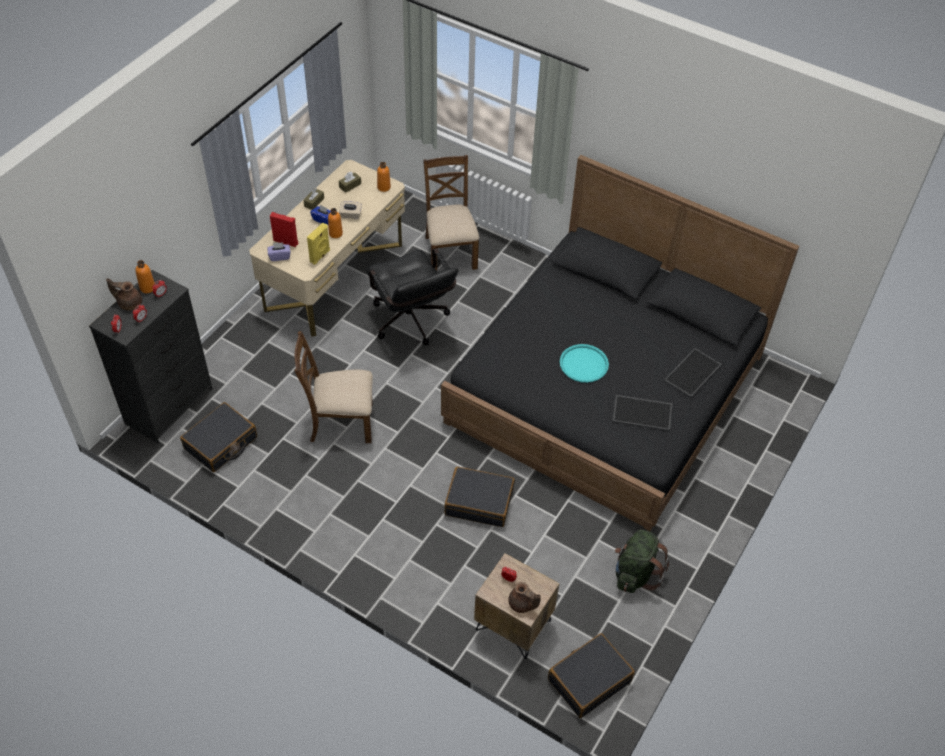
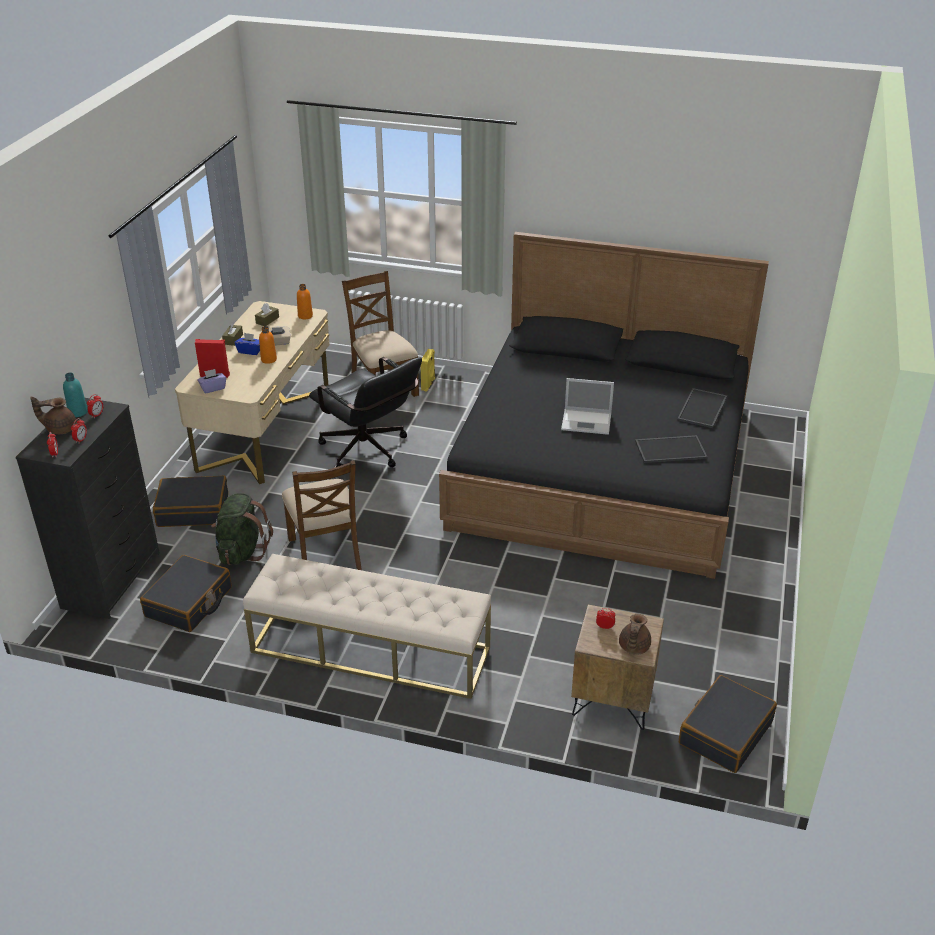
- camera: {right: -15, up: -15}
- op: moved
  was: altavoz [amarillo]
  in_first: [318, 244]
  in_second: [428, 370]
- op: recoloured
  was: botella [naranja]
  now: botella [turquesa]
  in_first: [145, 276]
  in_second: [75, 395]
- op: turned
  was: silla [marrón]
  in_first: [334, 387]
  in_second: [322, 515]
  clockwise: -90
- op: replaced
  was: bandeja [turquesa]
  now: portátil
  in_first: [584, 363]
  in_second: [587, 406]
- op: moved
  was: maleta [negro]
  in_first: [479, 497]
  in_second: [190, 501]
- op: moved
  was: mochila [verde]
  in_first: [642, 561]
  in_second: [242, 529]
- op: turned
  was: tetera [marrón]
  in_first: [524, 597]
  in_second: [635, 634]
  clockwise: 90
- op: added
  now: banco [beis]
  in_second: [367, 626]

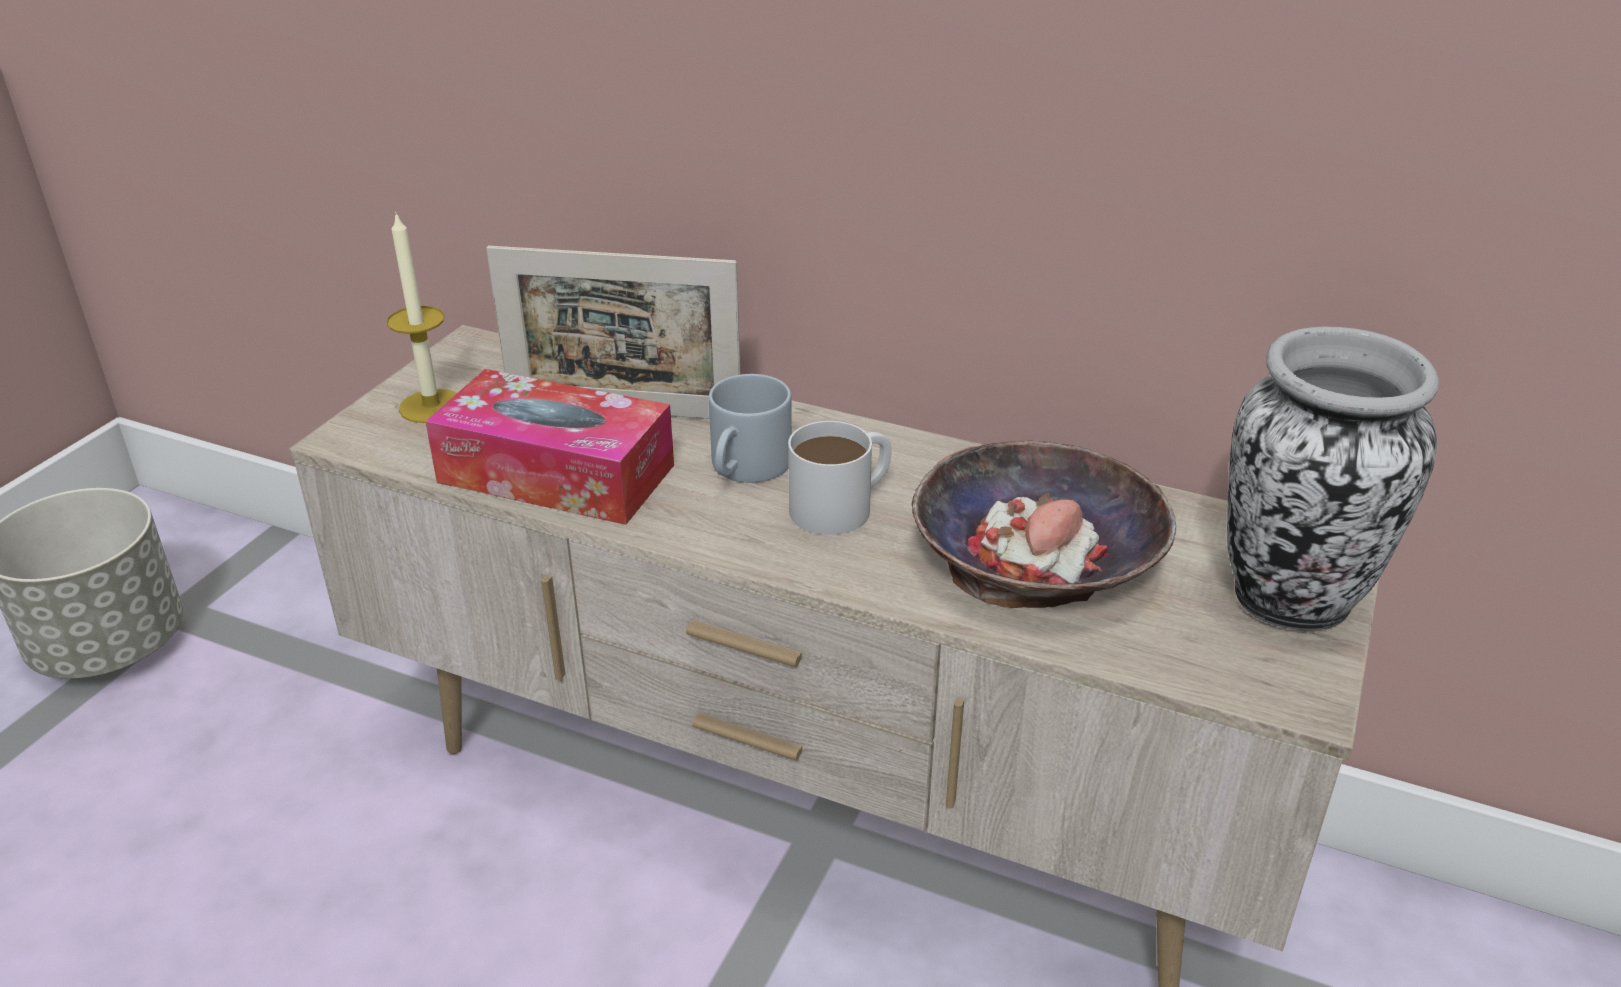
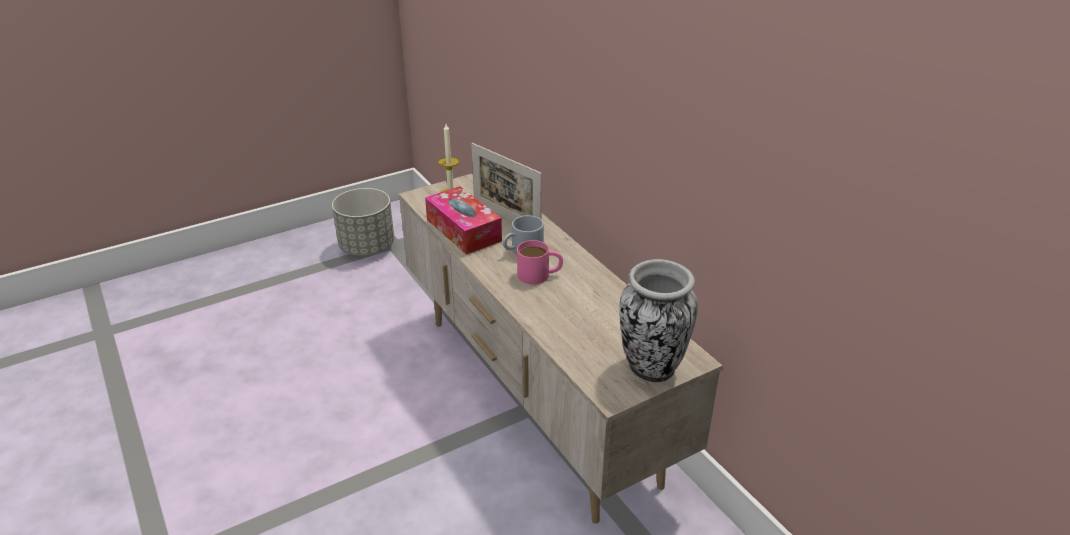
- camera: {right: 35, up: 0}
- op: recoloured
  was: taza grande [blanco]
  now: taza grande [rosa]
  in_first: [840, 478]
  in_second: [540, 262]
- op: removed
  was: cuenco
  in_first: [1043, 524]

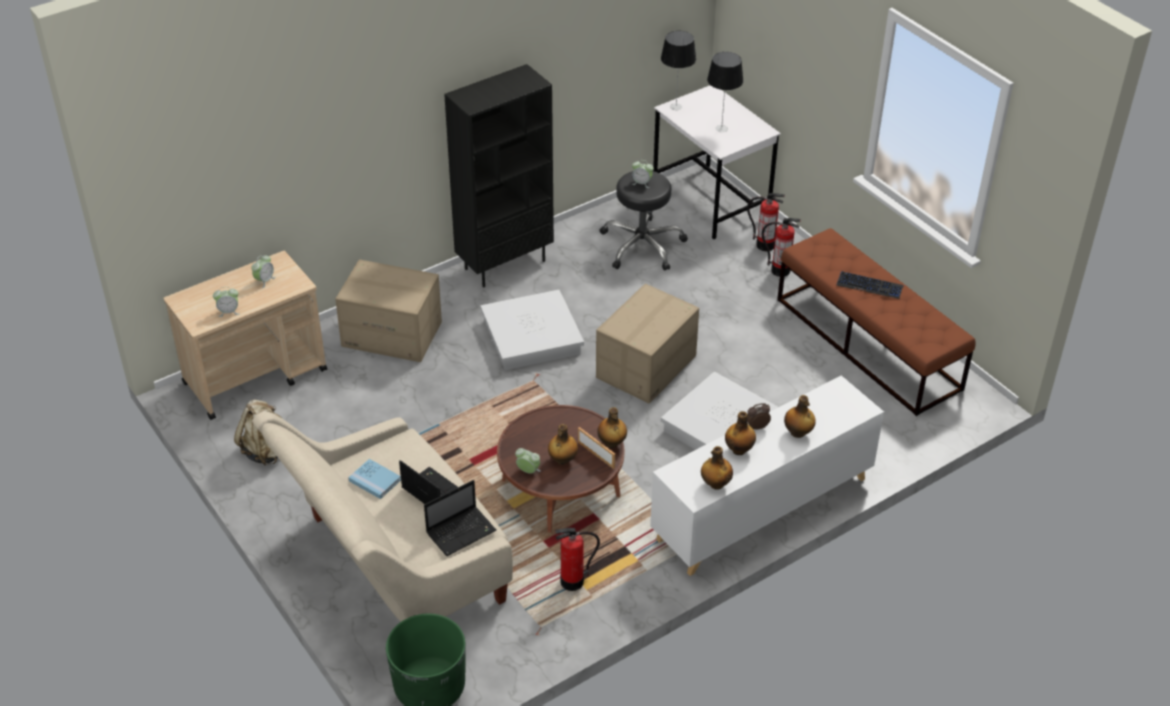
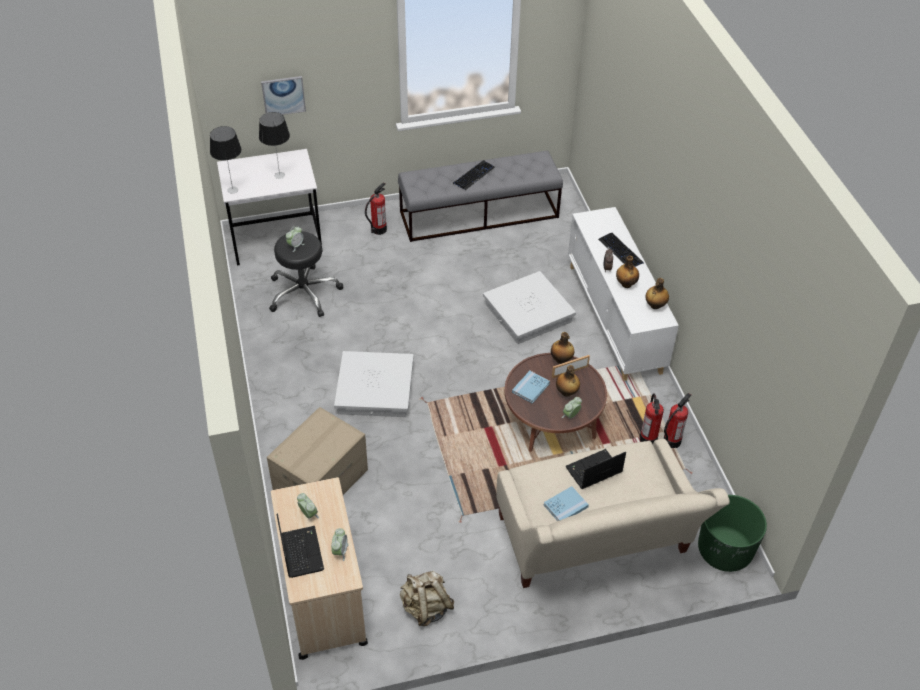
- camera: {right: -70, up: 5}
- op: removed
  was: estantería [negro]
  in_first: [499, 176]
- op: moved
  was: extintor
  in_first: [766, 222]
  in_second: [677, 420]
- op: recoloured
  was: banco [marrón]
  now: banco [gris]
  in_first: [876, 322]
  in_second: [480, 196]
- op: removed
  was: caja de cartón
  in_first: [647, 344]
- op: replaced
  was: botella
  now: teclado
  in_first: [800, 416]
  in_second: [620, 249]
- op: moved
  was: portátil
  in_first: [460, 518]
  in_second: [300, 546]
- op: added
  now: cuadro
  in_second: [283, 95]
- op: added
  now: libro [azul]
  in_second: [531, 387]

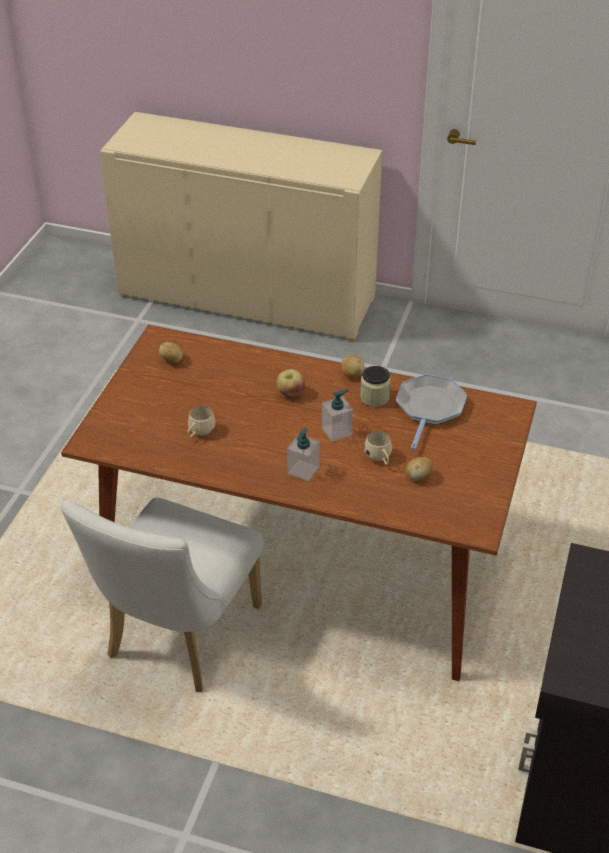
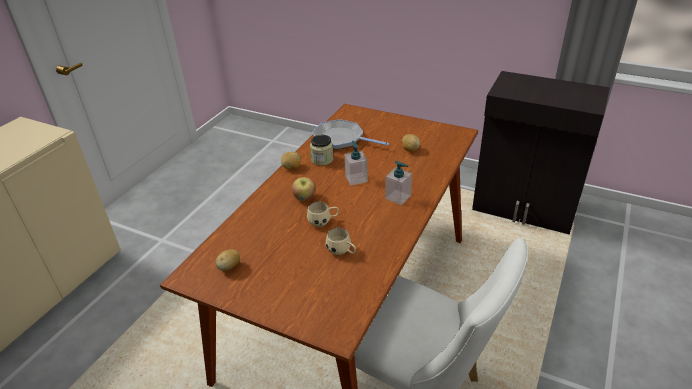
- camera: {right: -80, up: -5}
- op: moved
  was: taza grande [beis]
  in_first: [378, 448]
  in_second: [323, 214]

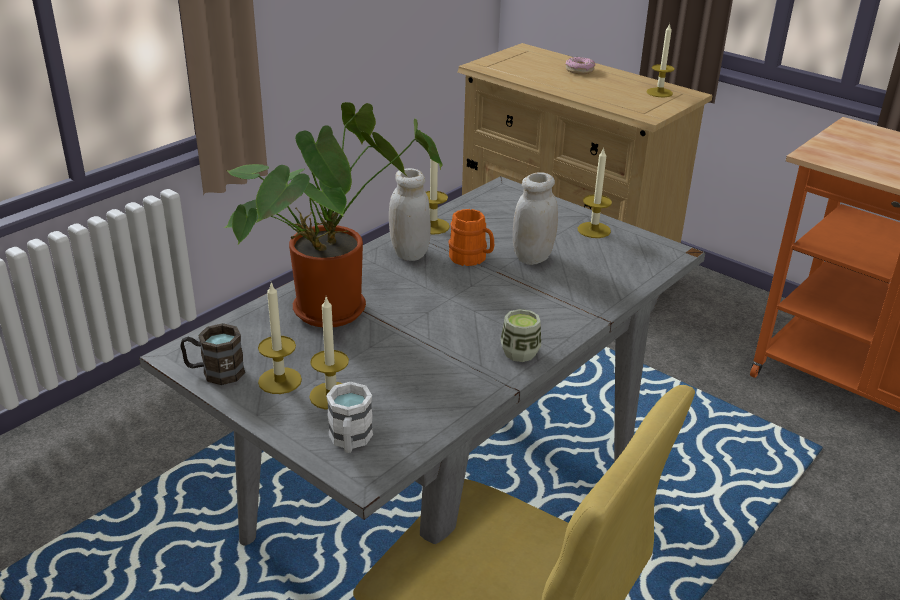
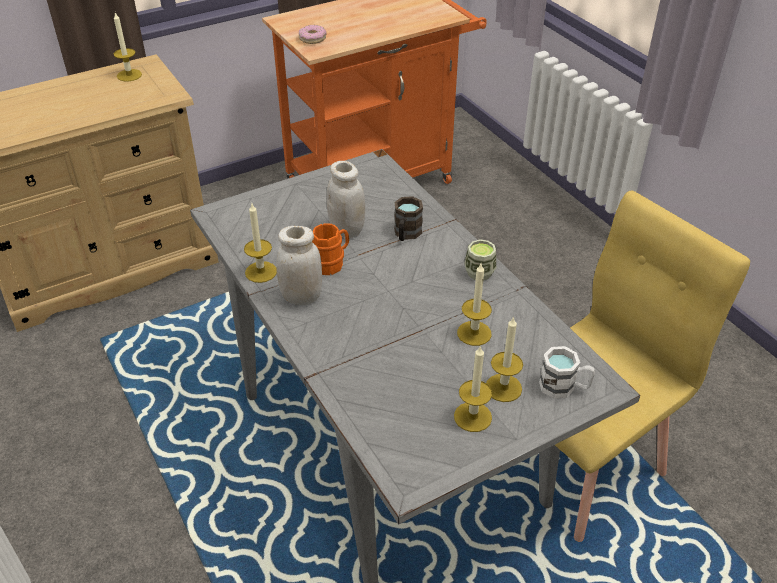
- camera: {right: -70, up: 10}
- op: moved
  was: rosquilla
  in_first: [580, 65]
  in_second: [313, 34]
- op: removed
  was: planta en maceta
  in_first: [333, 214]
- op: moved
  was: vela
  in_first: [595, 192]
  in_second: [474, 304]
- op: moved
  was: taza grande [marrón]
  in_first: [212, 354]
  in_second: [408, 218]

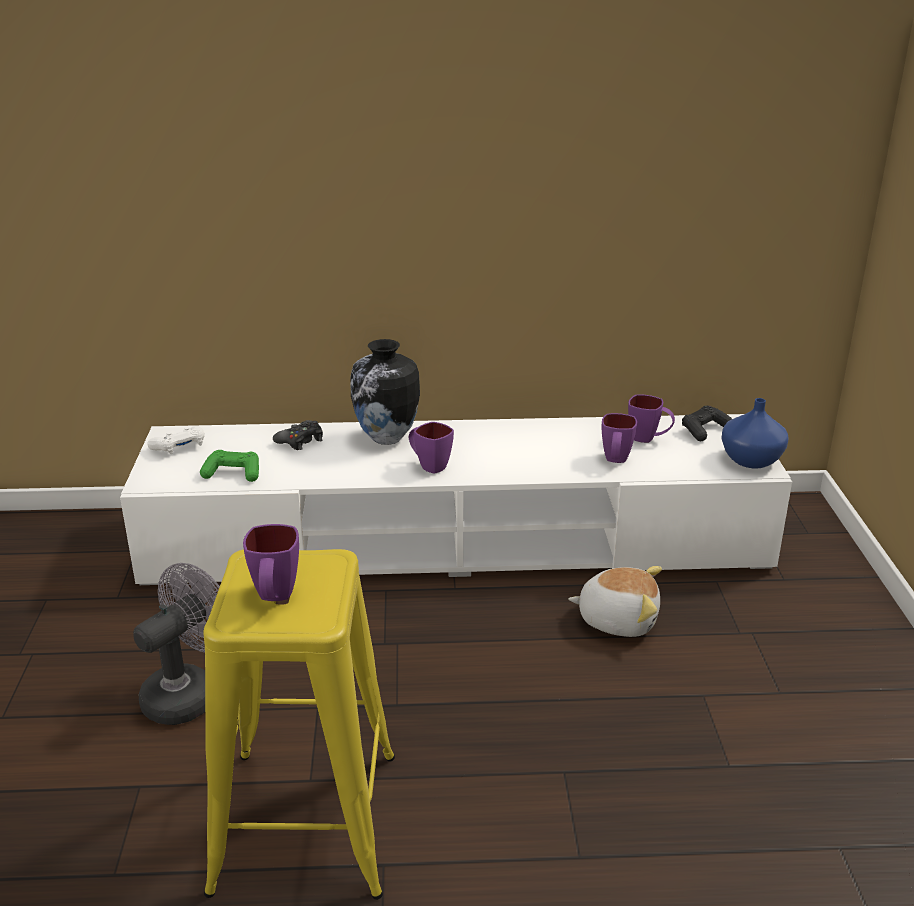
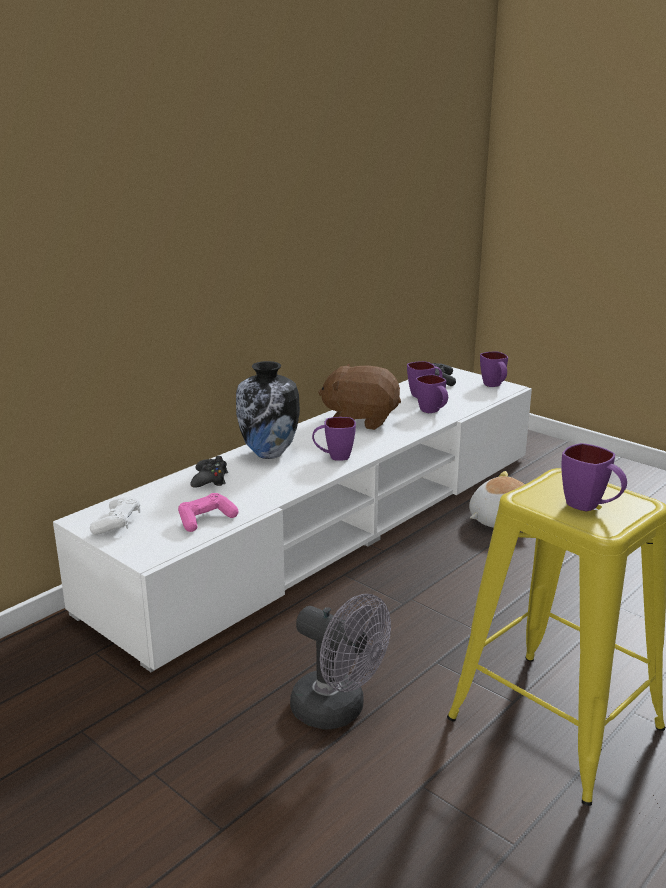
- camera: {right: -45, up: -5}
- op: replaced
  was: florero [azul]
  now: taza grande [morado]
  in_first: [755, 433]
  in_second: [494, 369]
- op: recoloured
  was: mando de consola [verde]
  now: mando de consola [rosa]
  in_first: [229, 466]
  in_second: [208, 512]
- op: turned
  was: ventilador [gris]
  in_first: [176, 644]
  in_second: [340, 662]
  clockwise: 135
- op: added
  now: peluche [marrón]
  in_second: [359, 397]

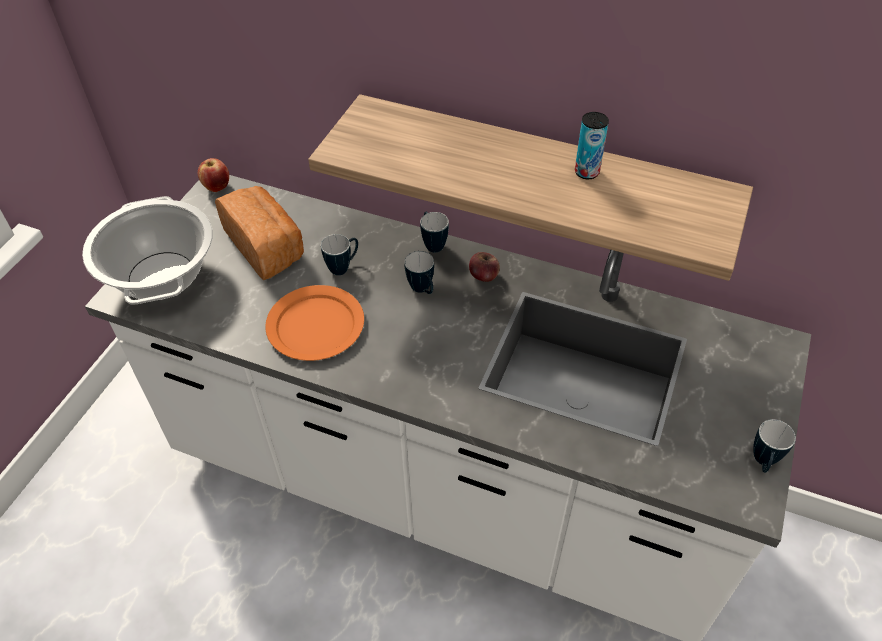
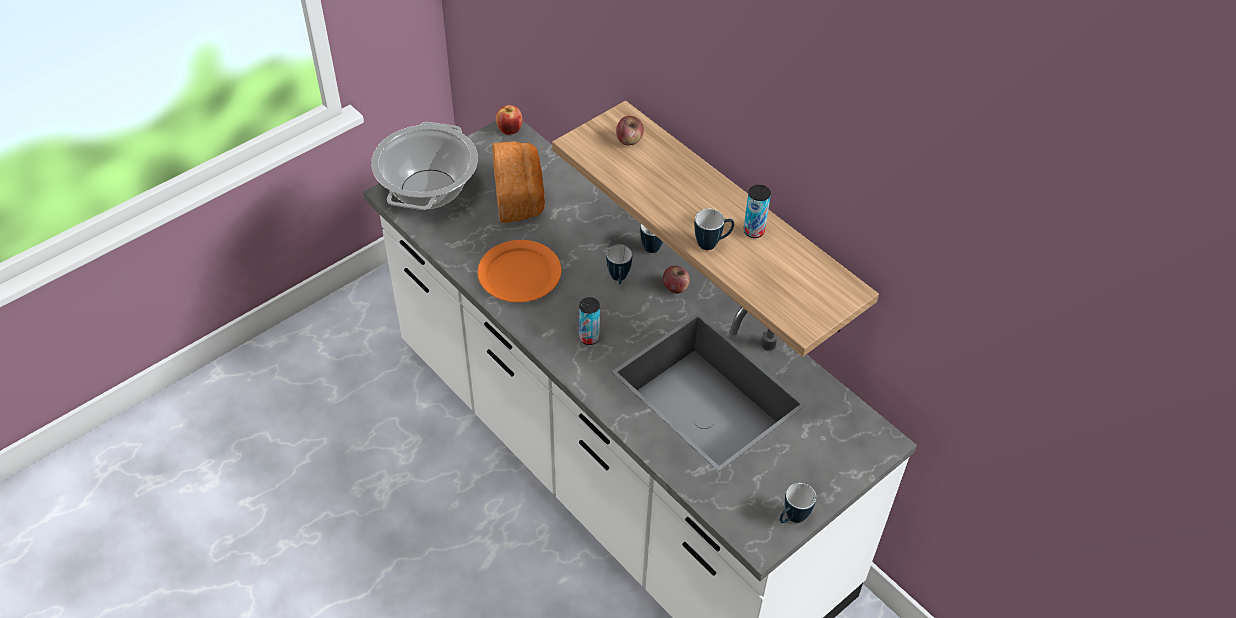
- camera: {right: 25, up: 0}
- op: moved
  was: taza grande
  in_first: [339, 254]
  in_second: [714, 229]
- op: added
  now: manzana
  in_second: [630, 130]
- op: added
  now: lata
  in_second: [589, 321]

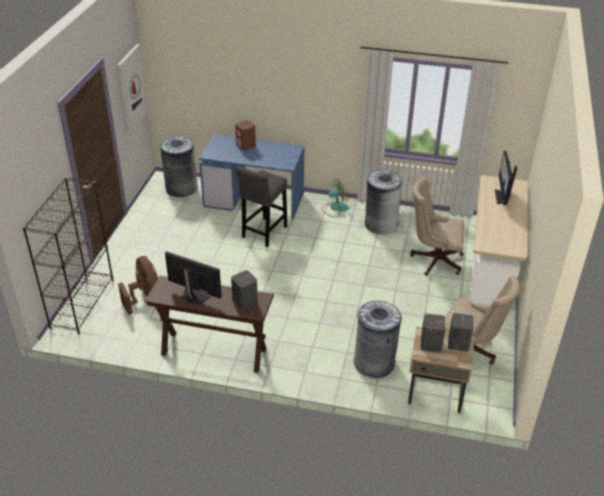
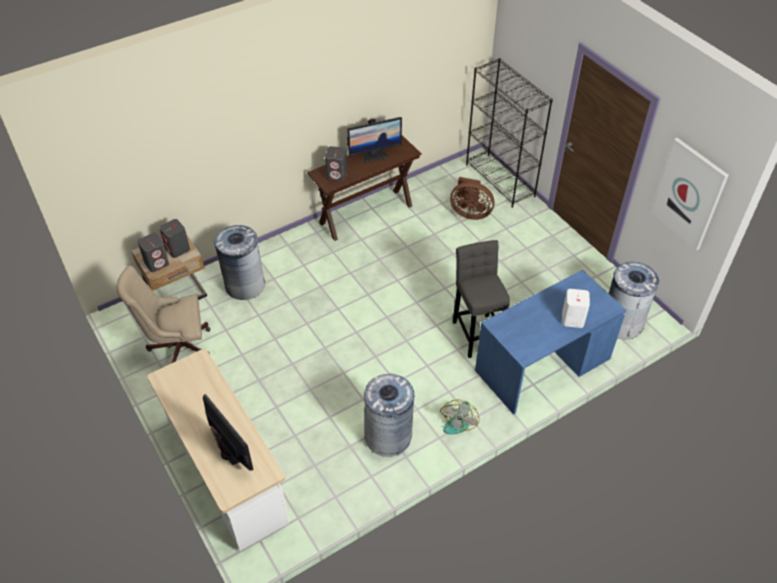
- camera: {right: 135, up: 10}
- op: recoloured
  was: altavoz [marrón]
  now: altavoz [blanco]
  in_first: [245, 135]
  in_second: [576, 308]
- op: removed
  was: silla de oficina [beis]
  in_first: [437, 226]

